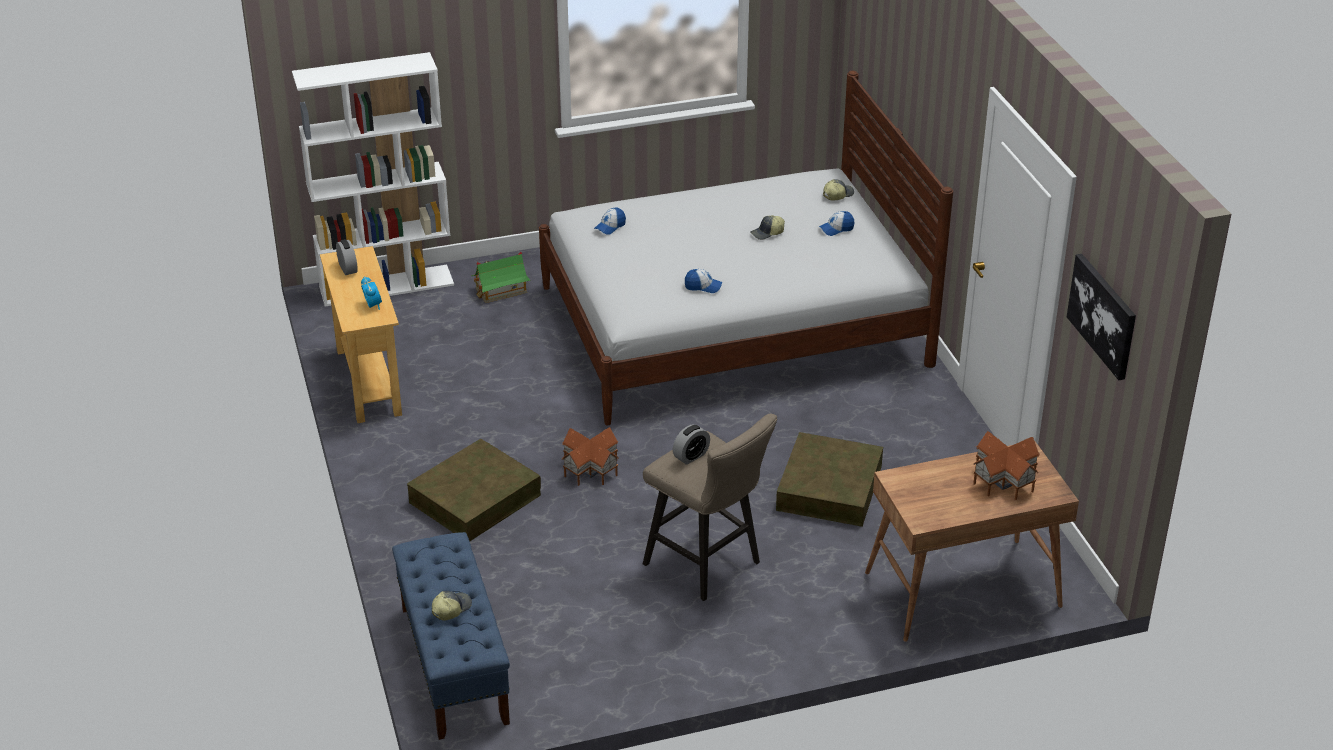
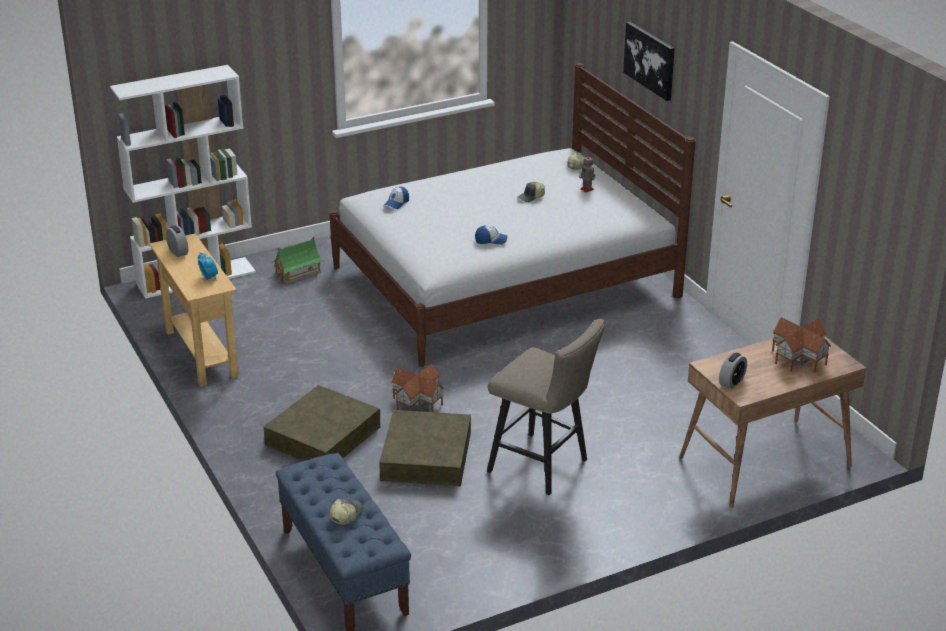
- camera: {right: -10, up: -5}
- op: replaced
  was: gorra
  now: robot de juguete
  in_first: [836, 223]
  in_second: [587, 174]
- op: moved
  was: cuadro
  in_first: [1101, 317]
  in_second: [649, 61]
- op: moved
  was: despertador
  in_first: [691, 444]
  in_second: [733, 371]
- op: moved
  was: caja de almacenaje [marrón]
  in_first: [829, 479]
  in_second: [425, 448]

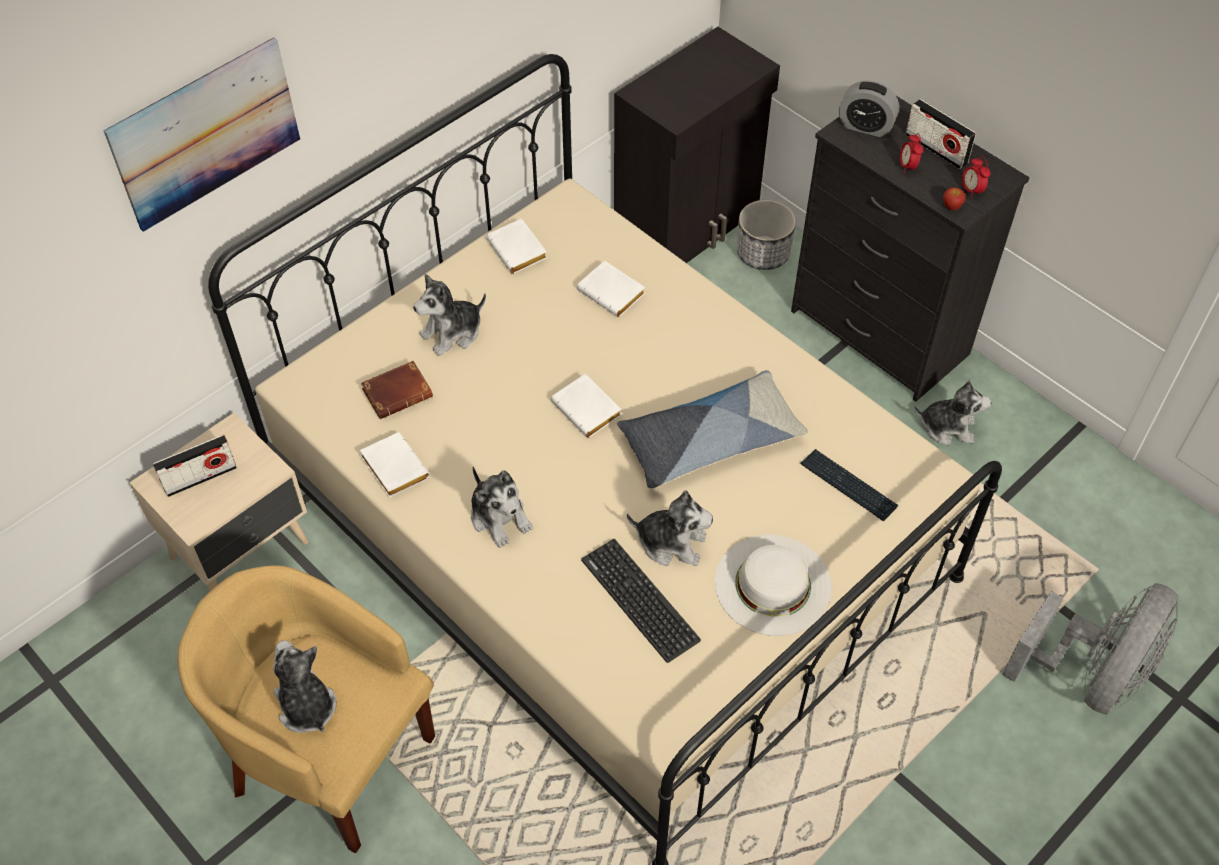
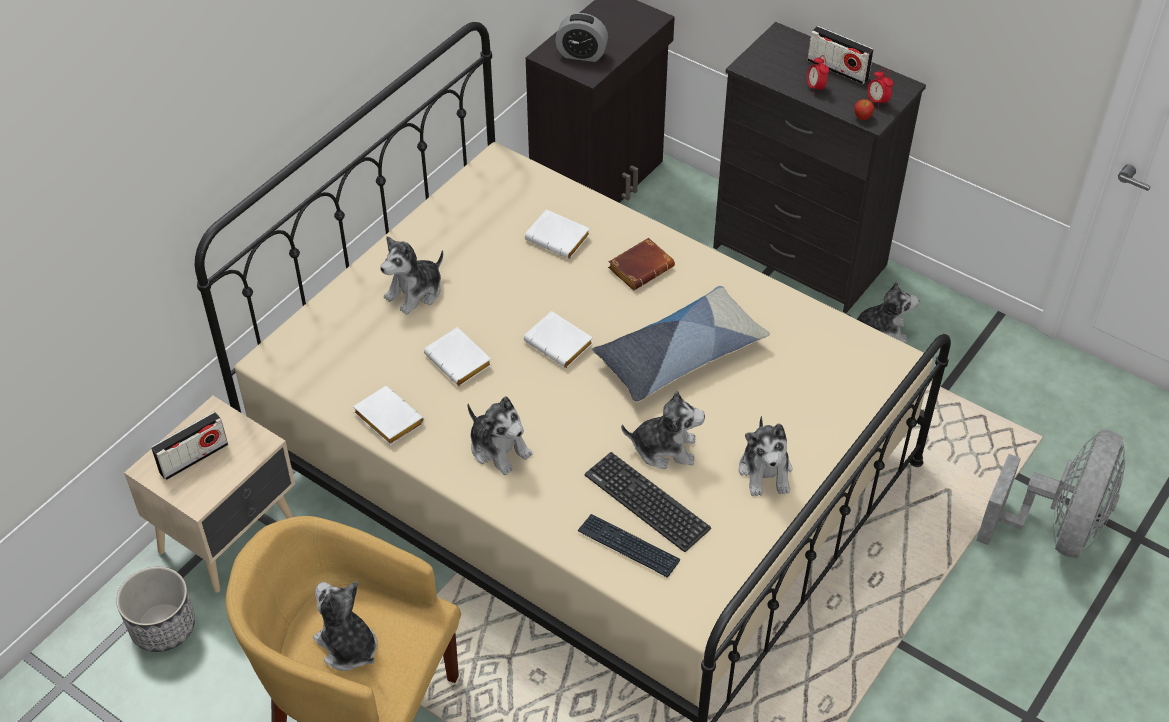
- camera: {right: -10, up: -5}
- op: removed
  was: cuadro
  in_first: [202, 135]
- op: moved
  was: despertador
  in_first: [869, 108]
  in_second: [581, 37]
- op: moved
  was: maceta
  in_first: [766, 235]
  in_second: [155, 609]
- op: moved
  was: libro [blanco]
  in_first: [516, 246]
  in_second: [458, 356]
- op: moved
  was: libro [marrón]
  in_first: [397, 390]
  in_second: [641, 264]
- op: moved
  was: teclado
  in_first: [849, 485]
  in_second: [629, 545]
- op: replaced
  was: sombrero [blanco]
  now: peluche
  in_first: [773, 585]
  in_second: [765, 456]

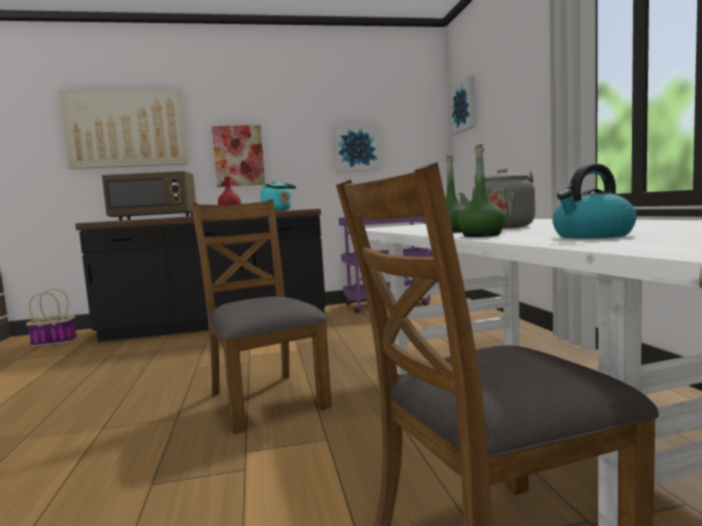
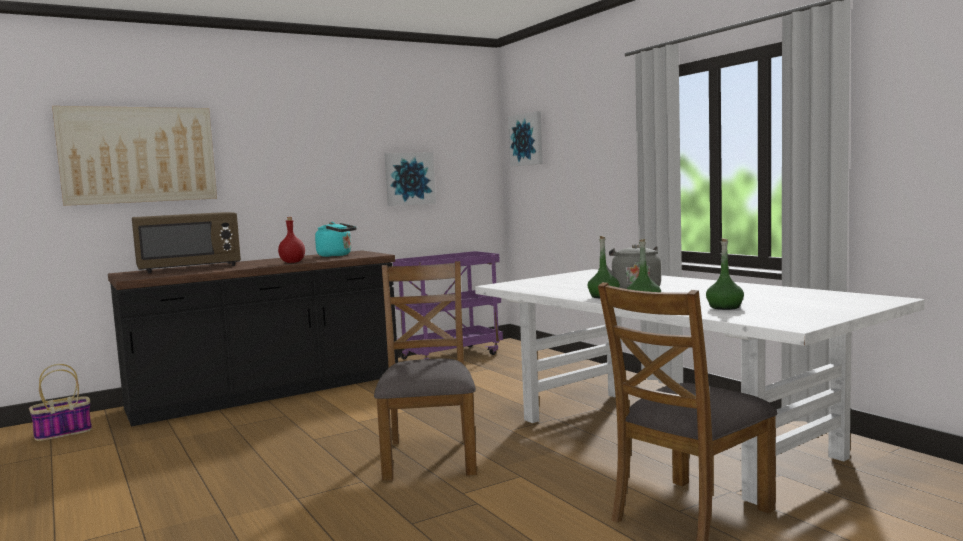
- camera: {right: -20, up: 0}
- op: removed
  was: cuadro
  in_first: [238, 156]
- op: replaced
  was: hervidor
  now: botella [verde]
  in_first: [594, 200]
  in_second: [725, 274]
- op: turned
  was: silla [marrón]
  in_first: [261, 316]
  in_second: [425, 371]
  clockwise: 45

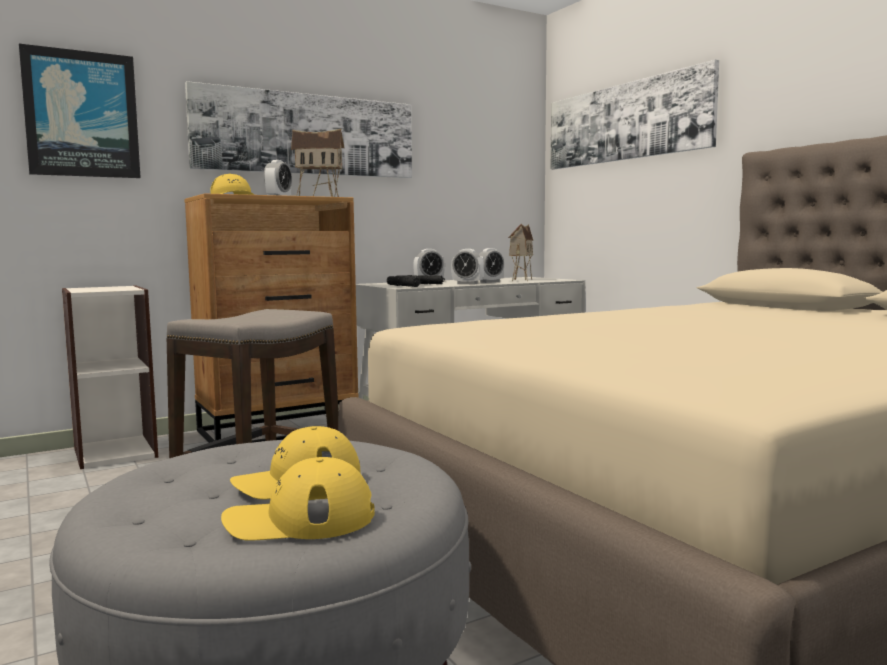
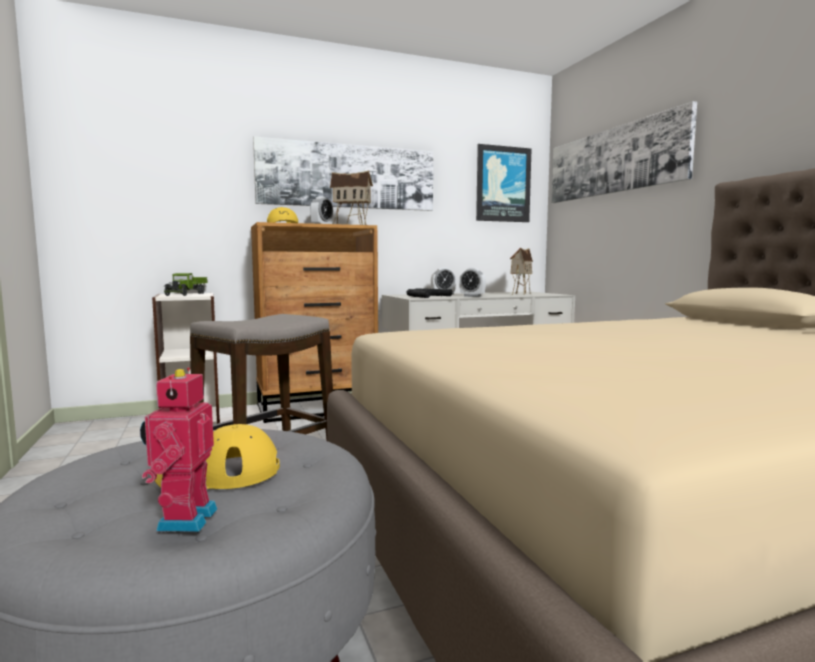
- camera: {right: 10, up: 0}
- op: moved
  was: cuadro
  in_first: [80, 111]
  in_second: [504, 183]
- op: removed
  was: despertador
  in_first: [491, 265]
- op: replaced
  was: gorra [amarillo]
  now: robot de juguete
  in_first: [298, 499]
  in_second: [178, 450]
- op: added
  now: camión de juguete
  in_second: [186, 284]

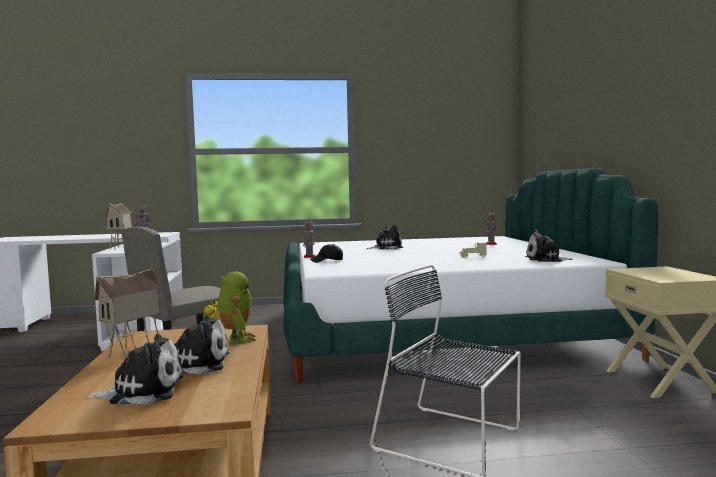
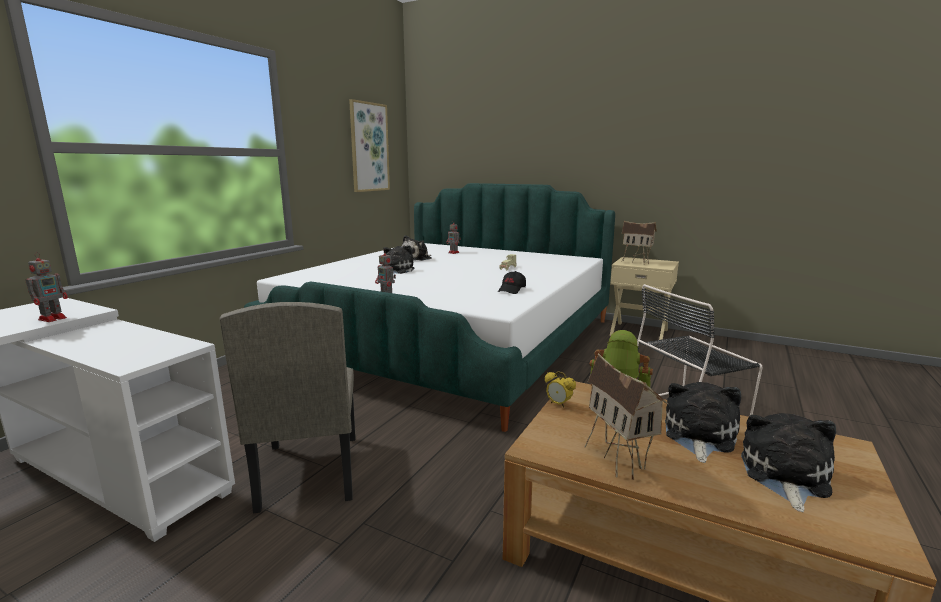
- camera: {right: -55, up: 10}
- op: moved
  was: casita
  in_first: [118, 226]
  in_second: [639, 243]
- op: moved
  was: peluche
  in_first: [549, 246]
  in_second: [416, 248]
- op: moved
  was: gorra [negro]
  in_first: [326, 253]
  in_second: [512, 282]
- op: added
  now: cuadro
  in_second: [369, 145]

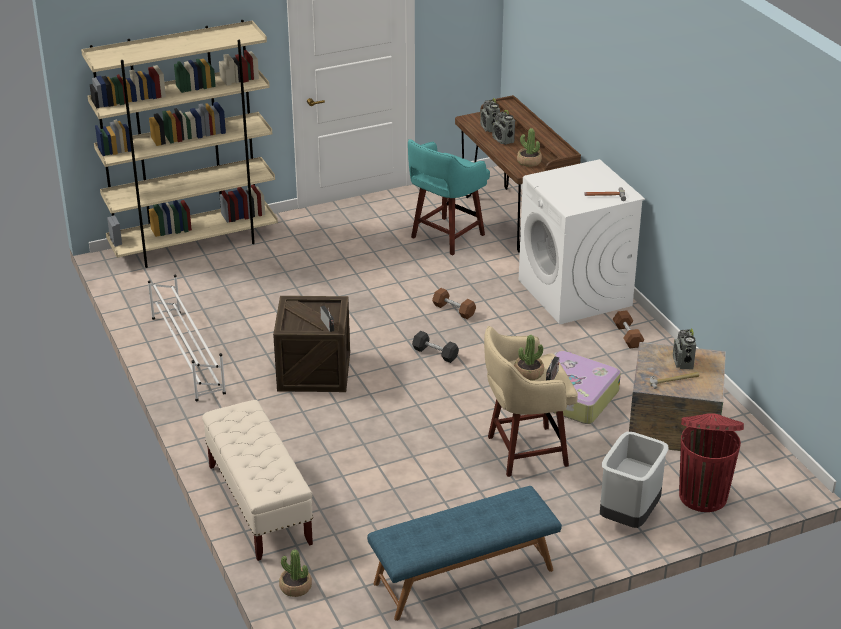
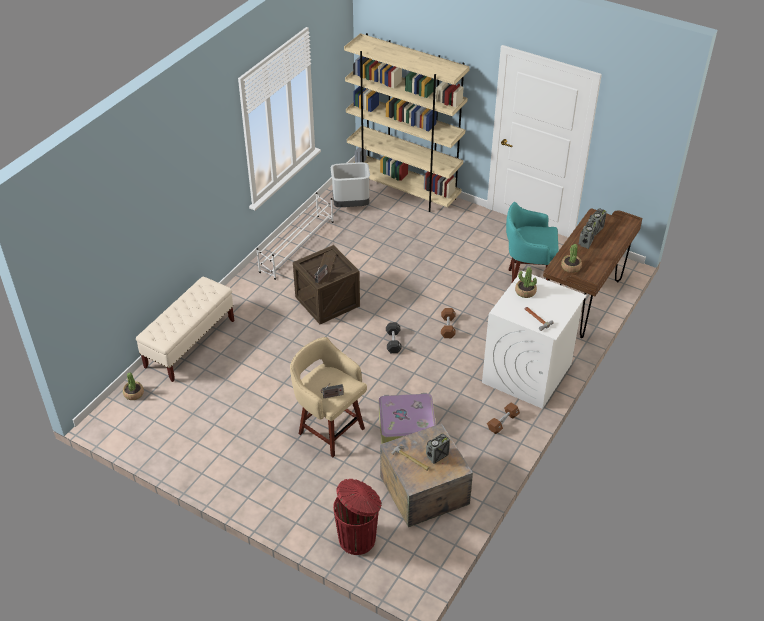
- camera: {right: 55, up: 10}
- op: moved
  was: planta en maceta
  in_first: [529, 358]
  in_second: [526, 282]
- op: moved
  was: papelera [gris]
  in_first: [634, 480]
  in_second: [350, 184]
- op: removed
  was: banco [azul]
  in_first: [464, 553]

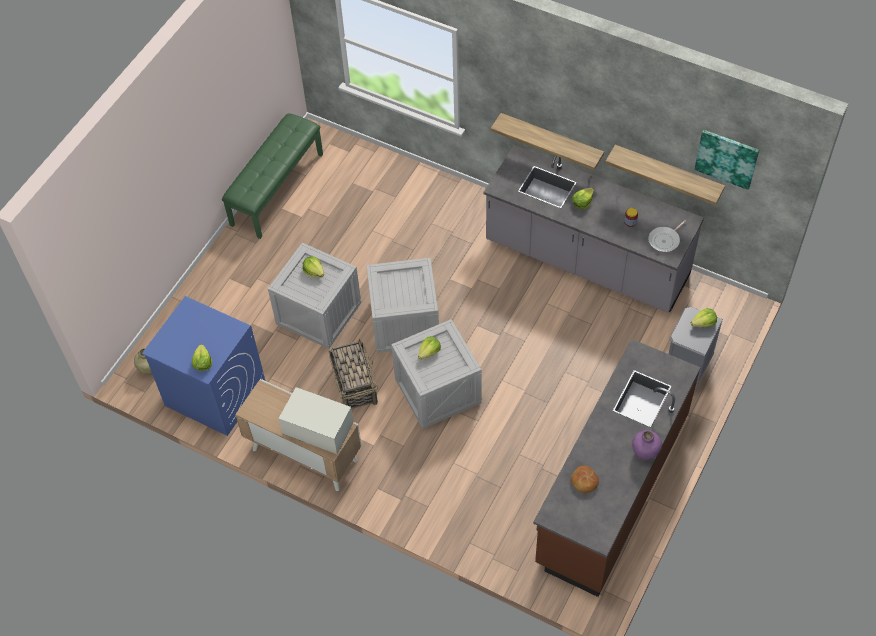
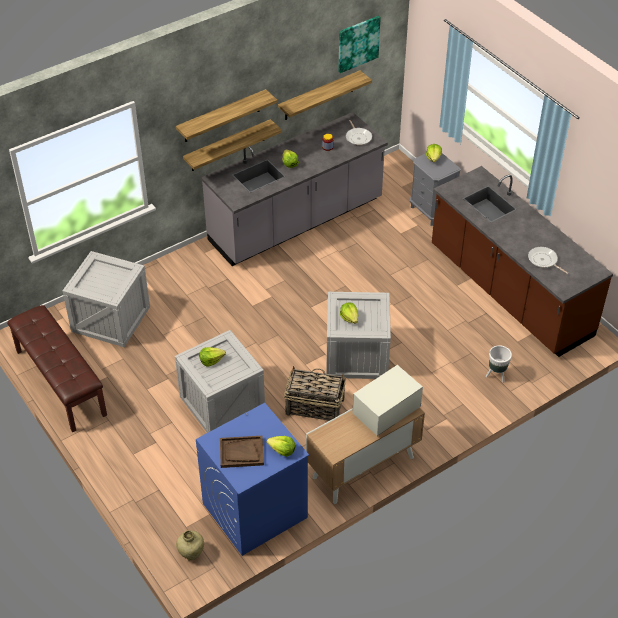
- camera: {right: -65, up: -10}
- op: recoloured
  was: banco [verde]
  now: banco [marrón]
  in_first: [272, 176]
  in_second: [57, 368]
- op: moved
  was: caja de embalaje
  in_first: [402, 305]
  in_second: [106, 299]
- op: removed
  was: florero [morado]
  in_first: [647, 445]
- op: replaced
  was: pan
  now: sartén
  in_first: [585, 479]
  in_second: [548, 260]
- op: added
  now: estante
  in_second: [226, 115]
- op: added
  now: maceta [blanco]
  in_second: [499, 364]
- op: added
  now: bandeja [marrón]
  in_second: [242, 452]

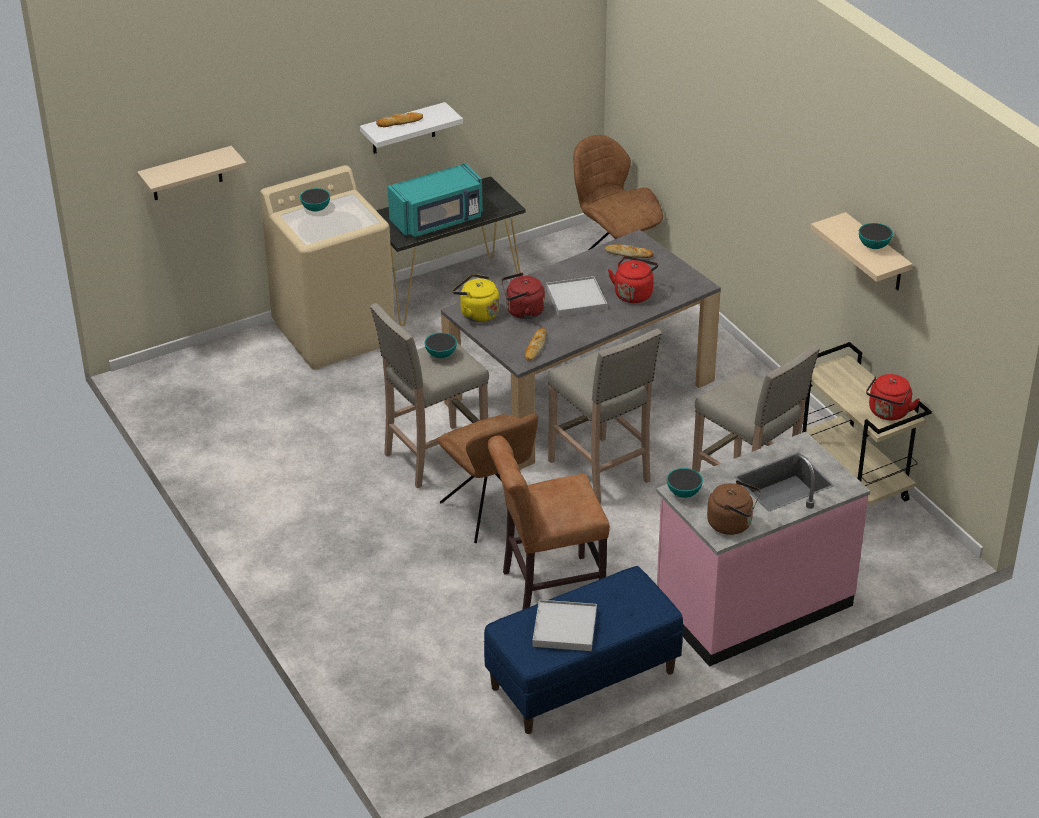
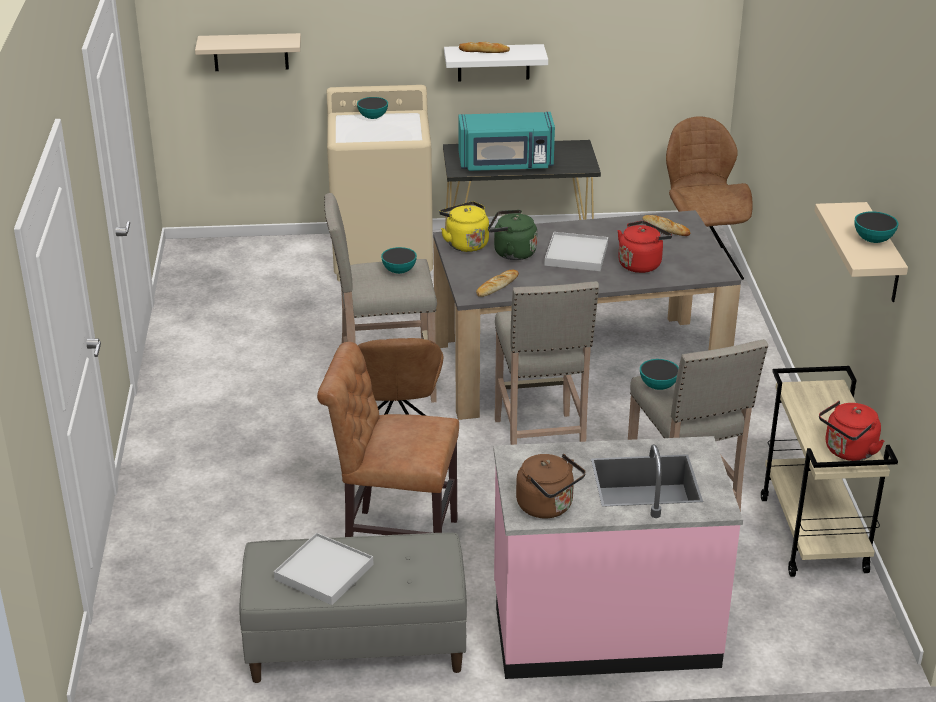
- camera: {right: 25, up: -5}
- op: recoloured
  was: hervidor [rojo]
  now: hervidor [verde]
  in_first: [523, 296]
  in_second: [512, 235]
- op: moved
  was: cuenco
  in_first: [685, 483]
  in_second: [659, 374]
- op: recoloured
  was: banco [azul]
  now: banco [gris]
  in_first: [583, 650]
  in_second: [353, 608]

